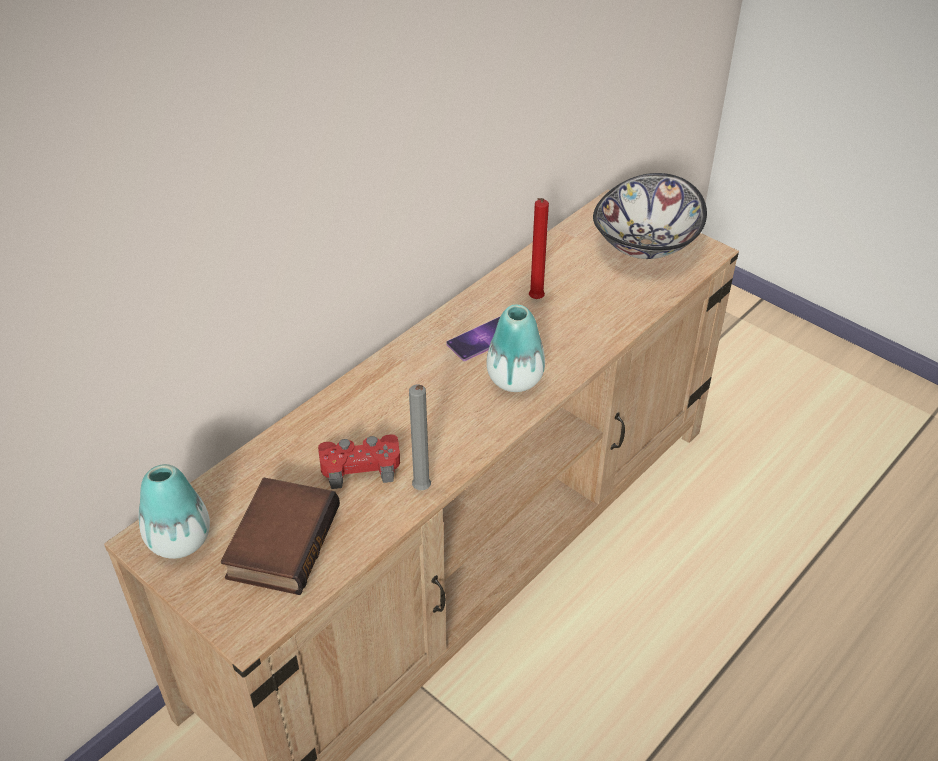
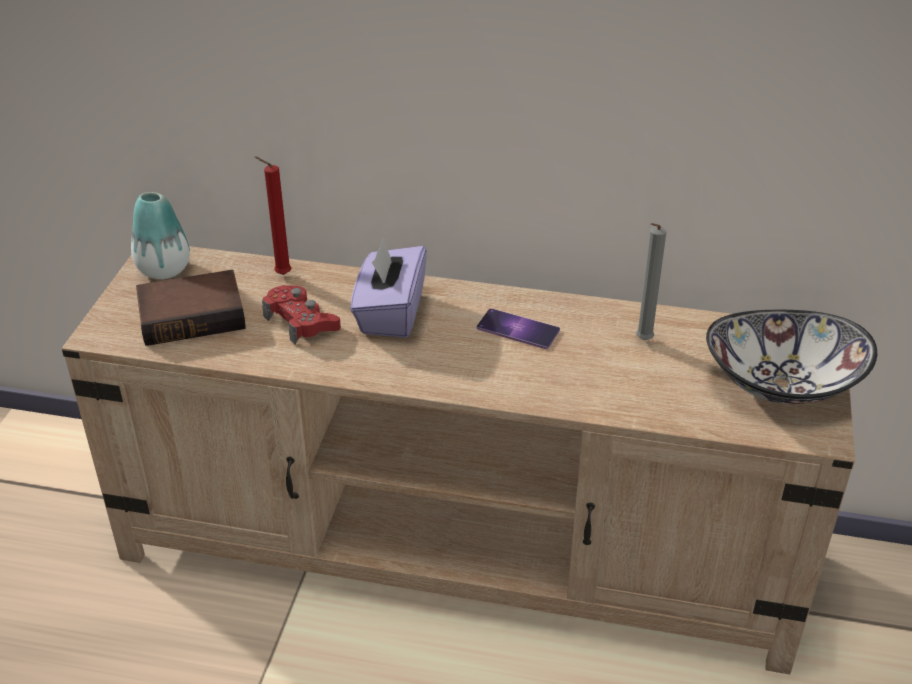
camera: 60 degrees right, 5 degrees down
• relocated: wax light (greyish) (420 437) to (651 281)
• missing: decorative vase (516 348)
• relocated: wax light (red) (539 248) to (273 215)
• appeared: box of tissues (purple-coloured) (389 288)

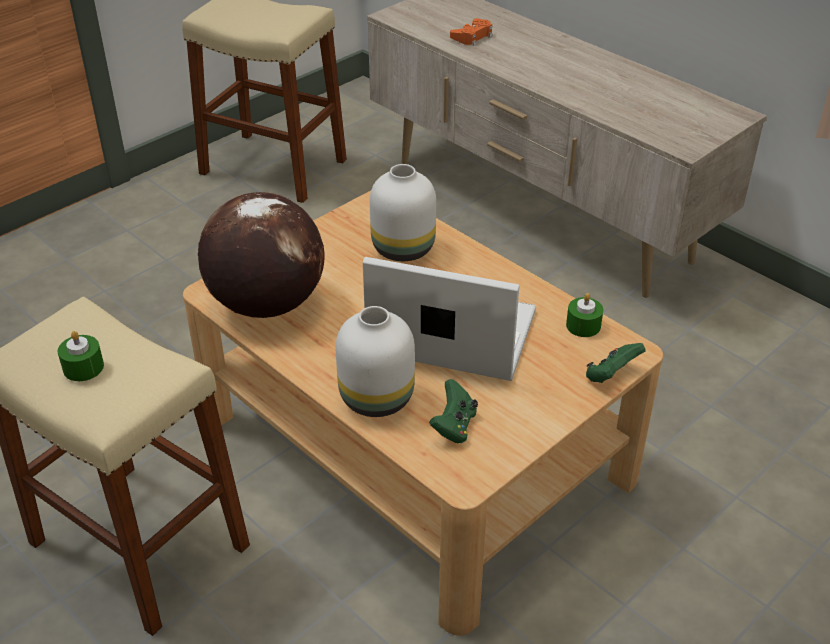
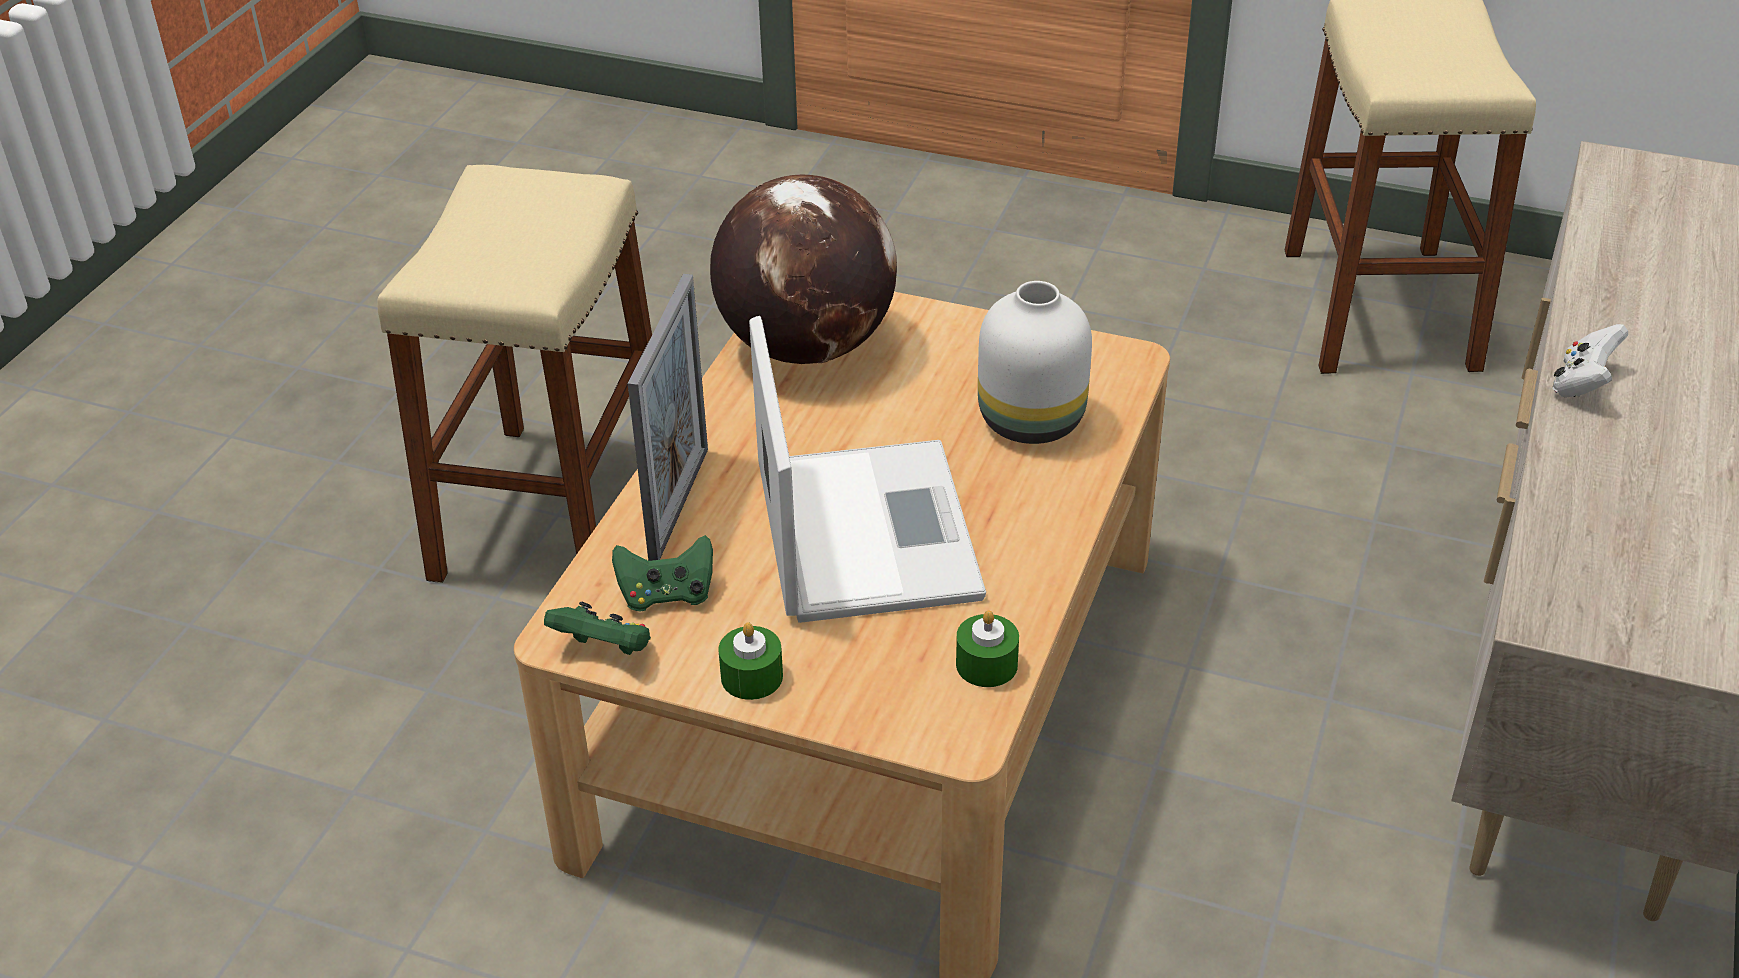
camera: 65 degrees right, 0 degrees up
• relocated: wax light (greenish) (81 356) to (750 661)
• exchanged: decorative vase (white) (375 361) to standing frame (668 417)
• missing: joypad (orange-coloured) (471 32)
• relocated: joypad (greenish) (615 363) to (597 628)
• appeared: joypad (white) (1590 361)

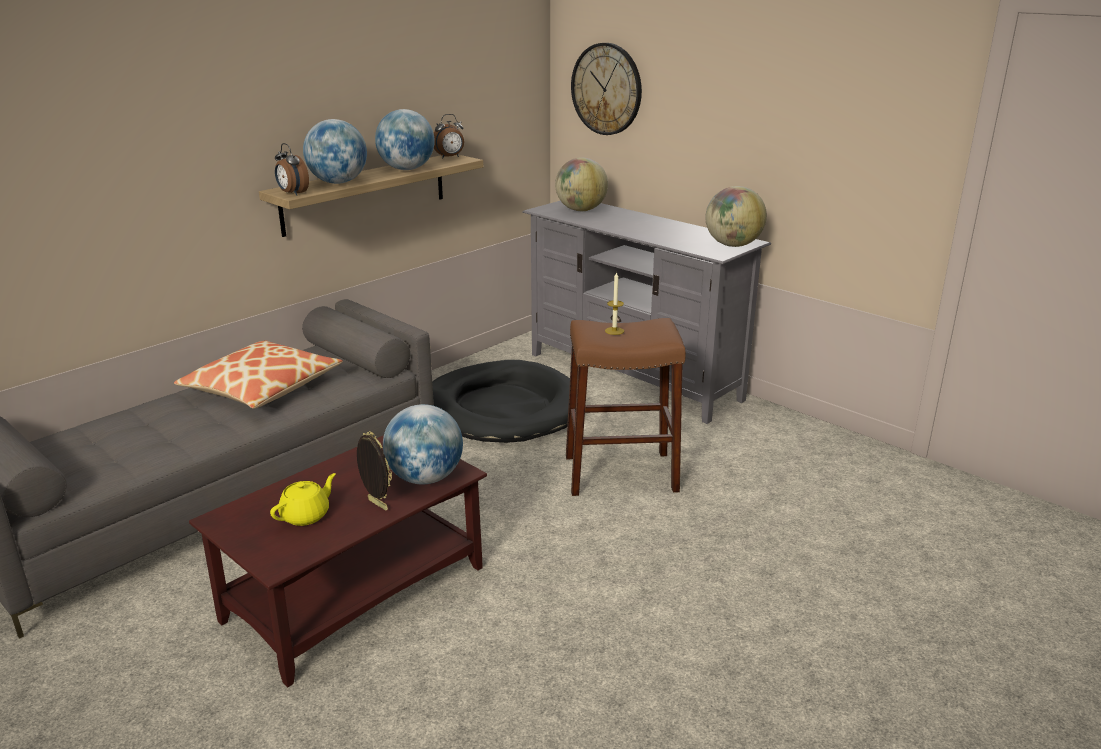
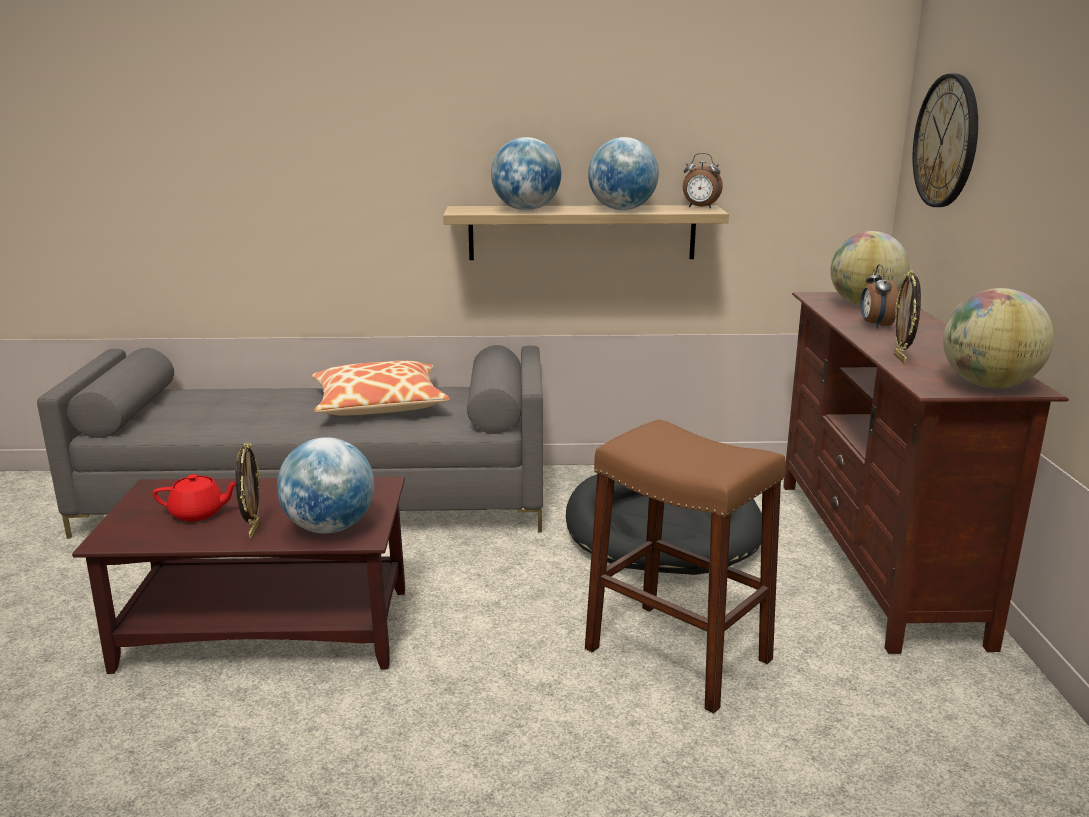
camera: 45 degrees right, 5 degrees down
• colour: pot for tea (yellow-coloured) (303 499) to pot for tea (red) (194 497)
• relocated: bedside clock (292 169) to (879 296)
• colour: tv unit (greyish) (646 312) to tv unit (brown) (926 473)
• missing: wax light (614 303)
• appeared: standing frame (907 317)

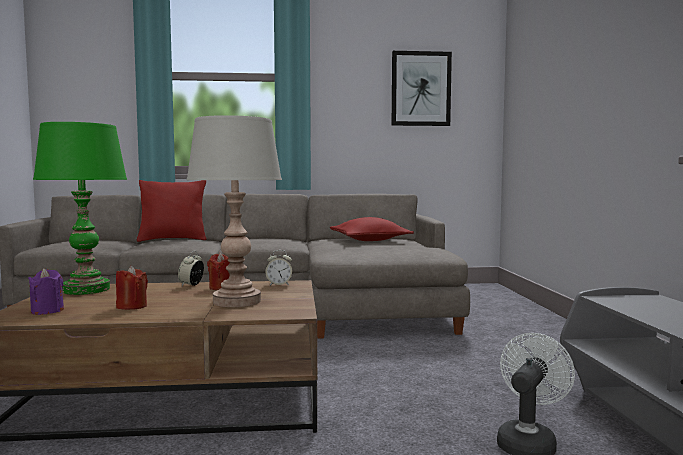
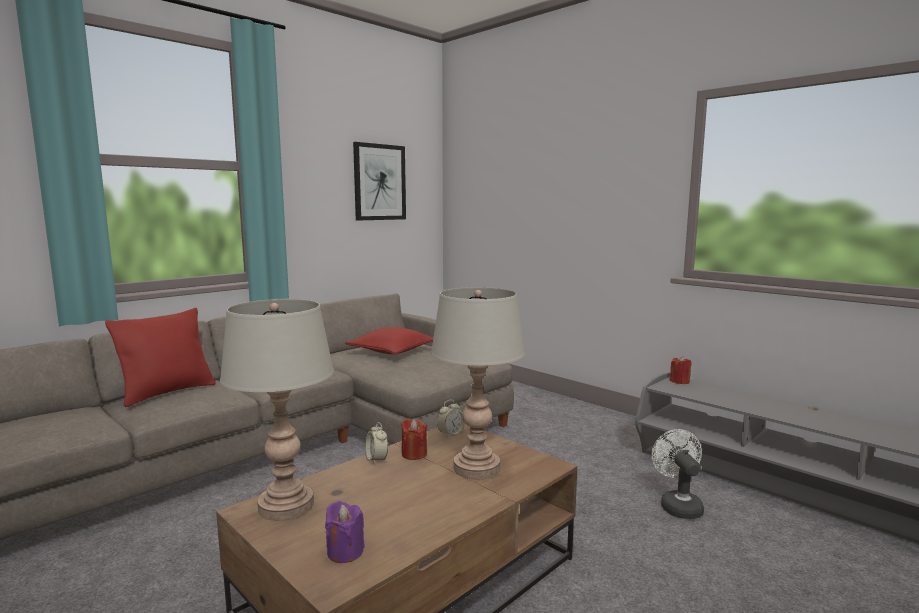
camera: 40 degrees left, 5 degrees up
• colour: lamp for a table (greenish) (80 208) to lamp for a table (greyish) (277 410)
• relocated: wax light (red) (132 288) to (681 370)

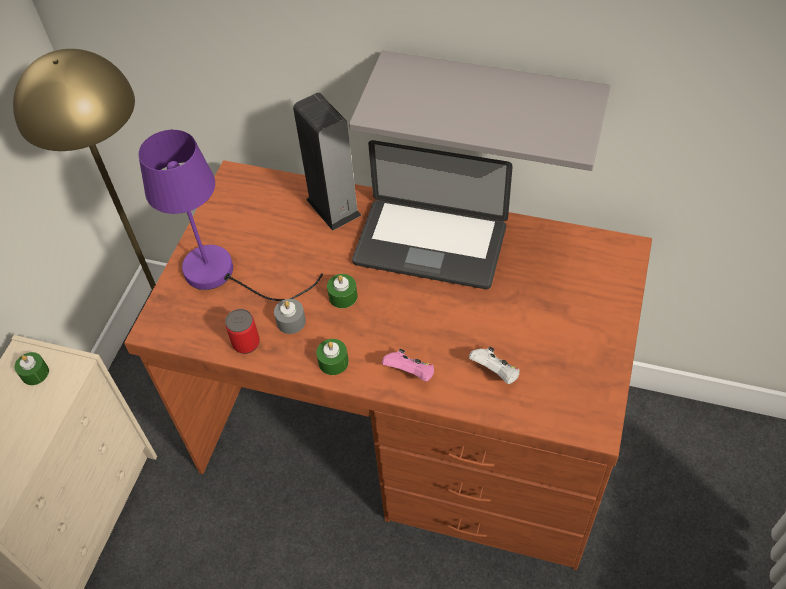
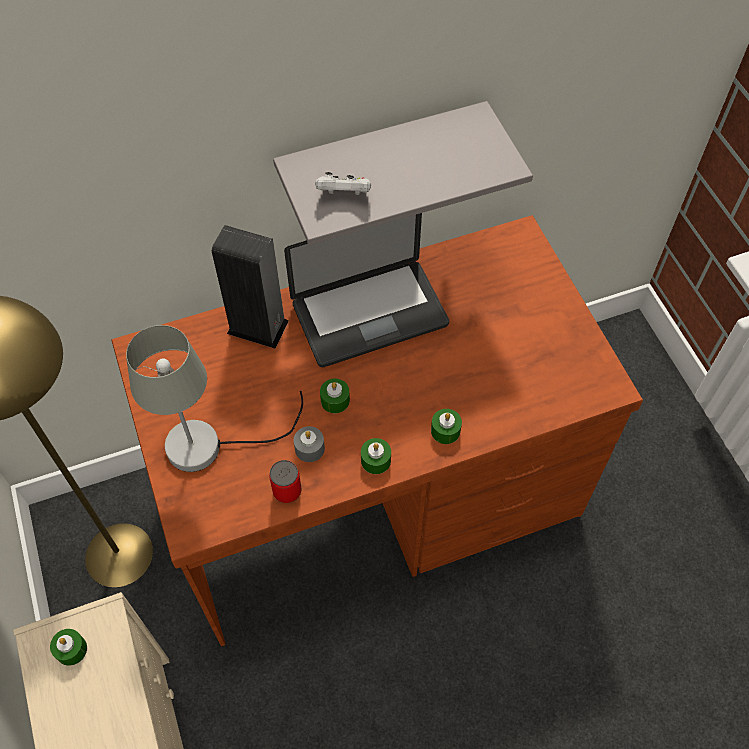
camera: 40 degrees left, 5 degrees up
• colour: lamp for a table (purple-coloured) (231 215) to lamp for a table (greyish) (214 398)
• exchanged: joypad (pink) (408 365) to wax light (greenish) (446 426)
• relocated: joypad (white) (494 365) to (343 183)

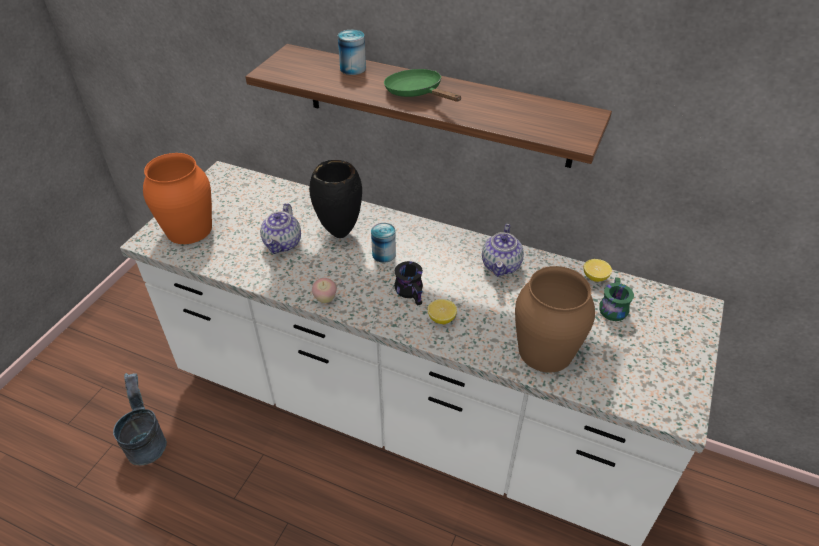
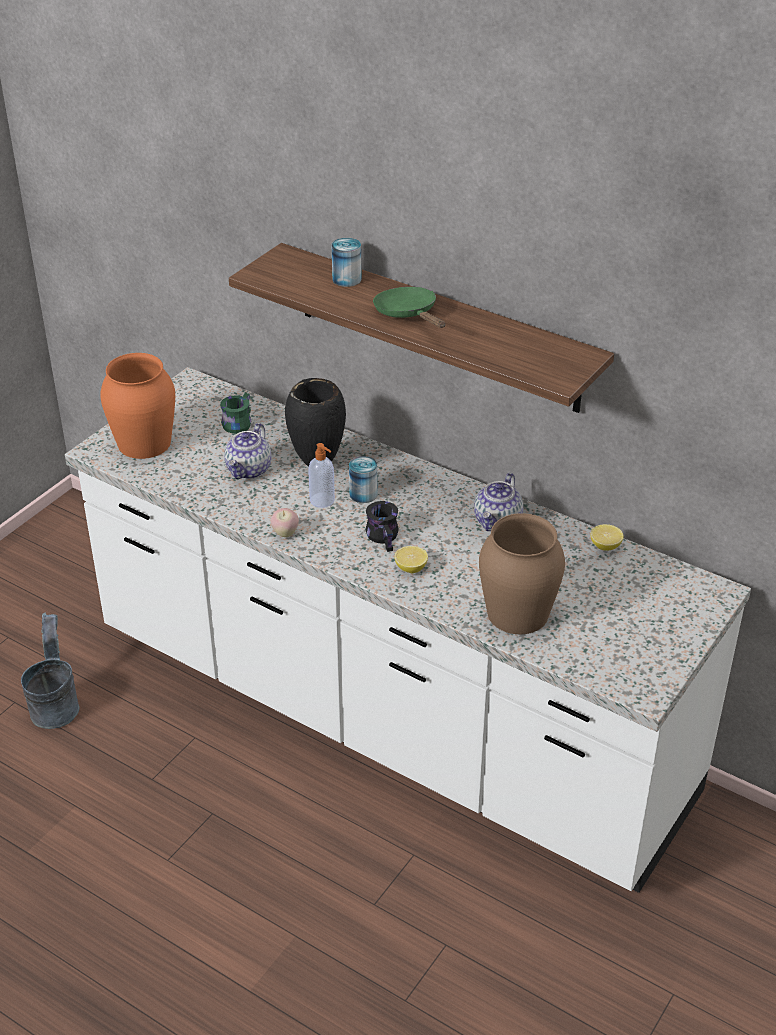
camera: 10 degrees right, 5 degrees down
• relocated: coffee mug (greenish) (616 299) to (235 413)
• appeared: liquid soap bottle (321 475)

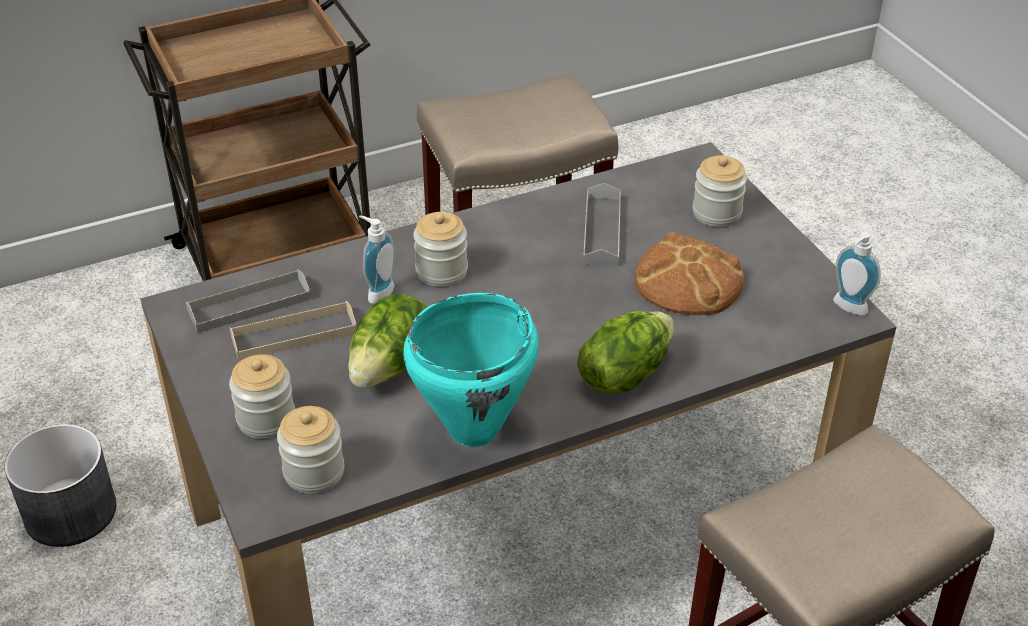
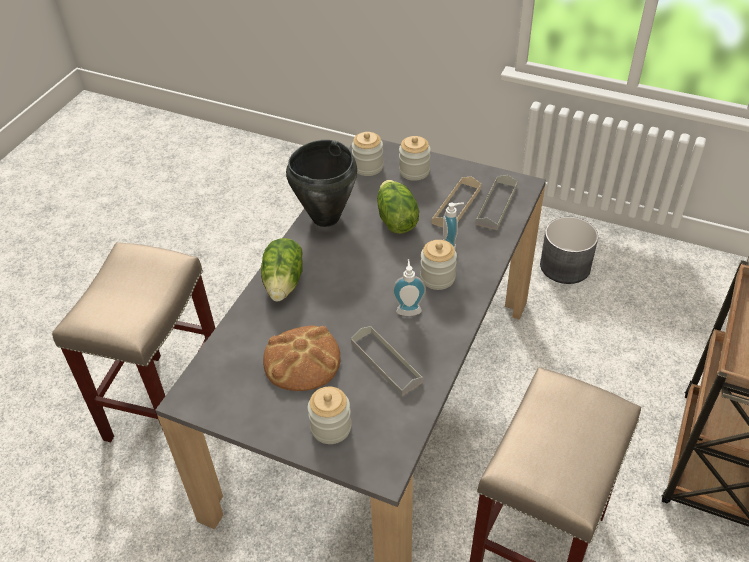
camera: 140 degrees right, 5 degrees up
• colour: cooking pot (turquoise-coloured) (471 370) to cooking pot (black-coloured) (321 183)
• relocated: liquid soap bottle (857 273) to (409 287)

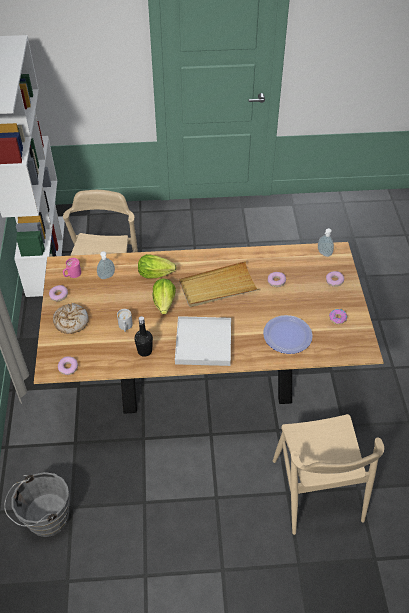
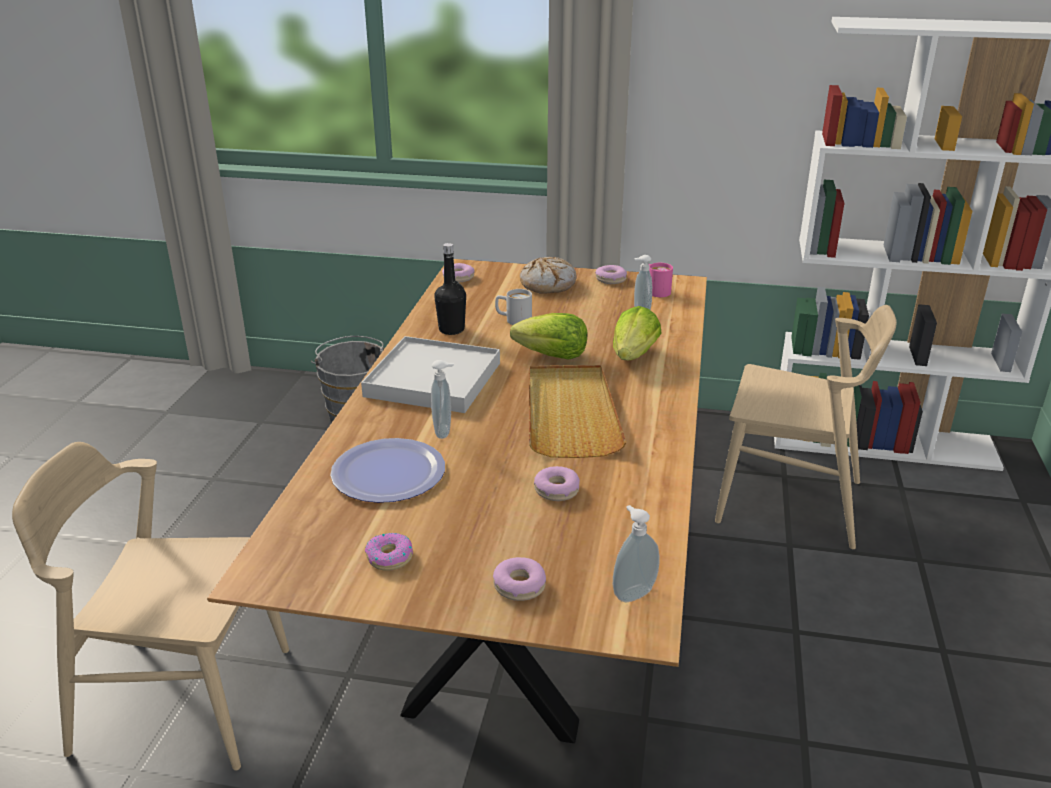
camera: 105 degrees right, 20 degrees down
• appeared: liquid soap bottle (442 399)

